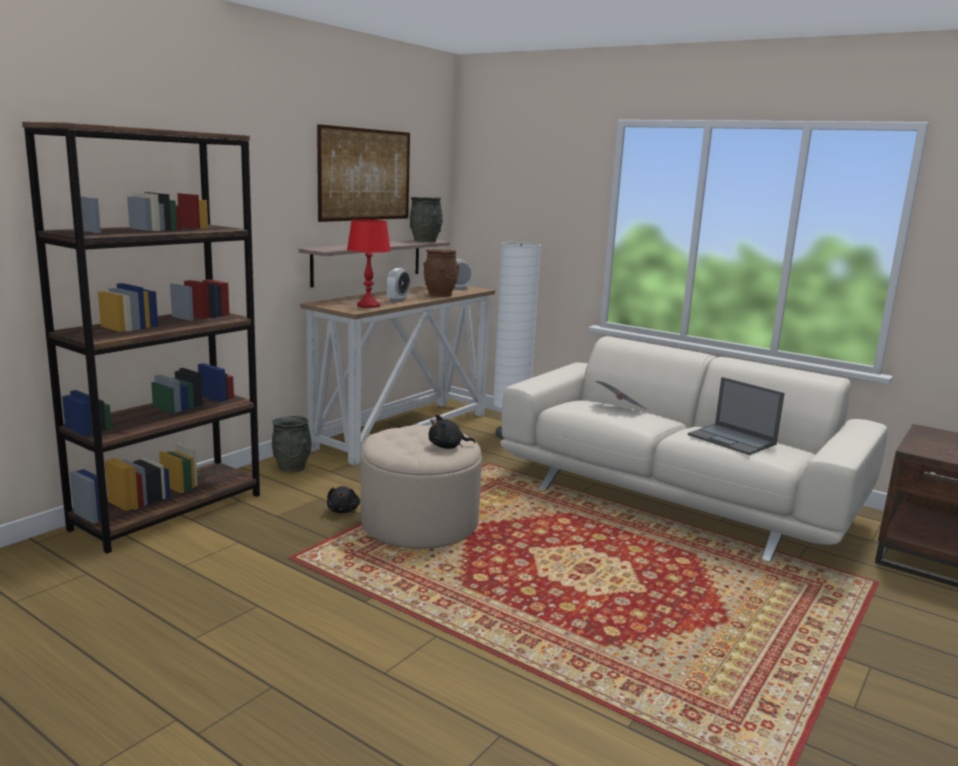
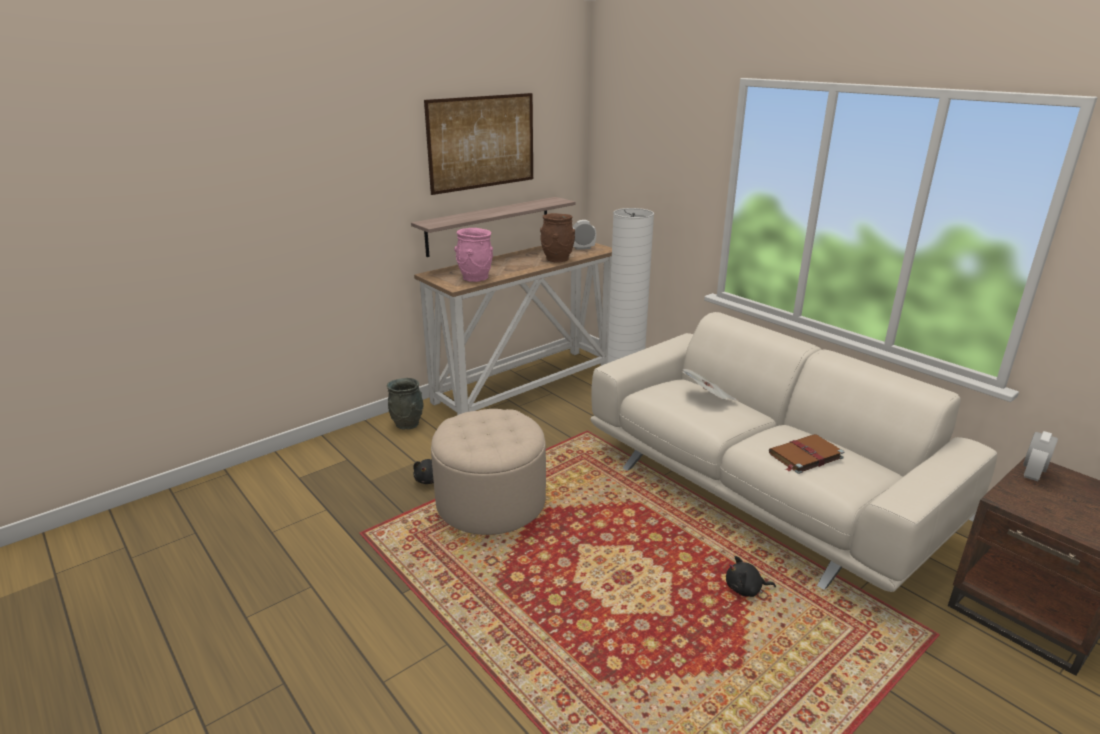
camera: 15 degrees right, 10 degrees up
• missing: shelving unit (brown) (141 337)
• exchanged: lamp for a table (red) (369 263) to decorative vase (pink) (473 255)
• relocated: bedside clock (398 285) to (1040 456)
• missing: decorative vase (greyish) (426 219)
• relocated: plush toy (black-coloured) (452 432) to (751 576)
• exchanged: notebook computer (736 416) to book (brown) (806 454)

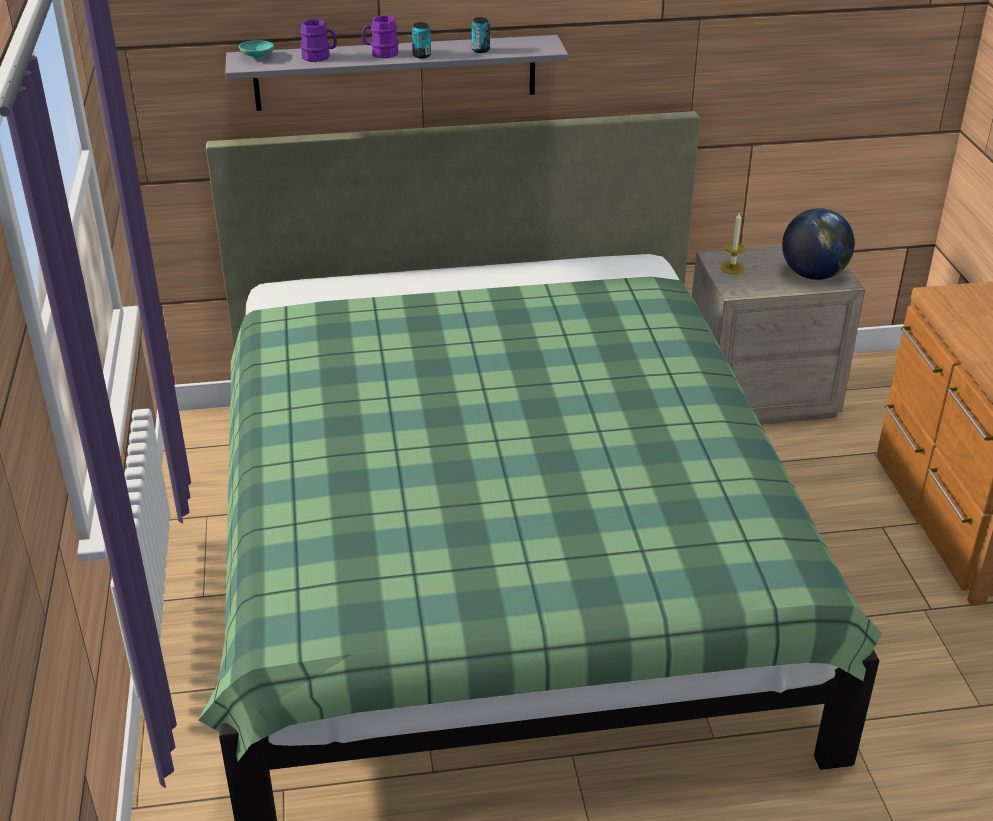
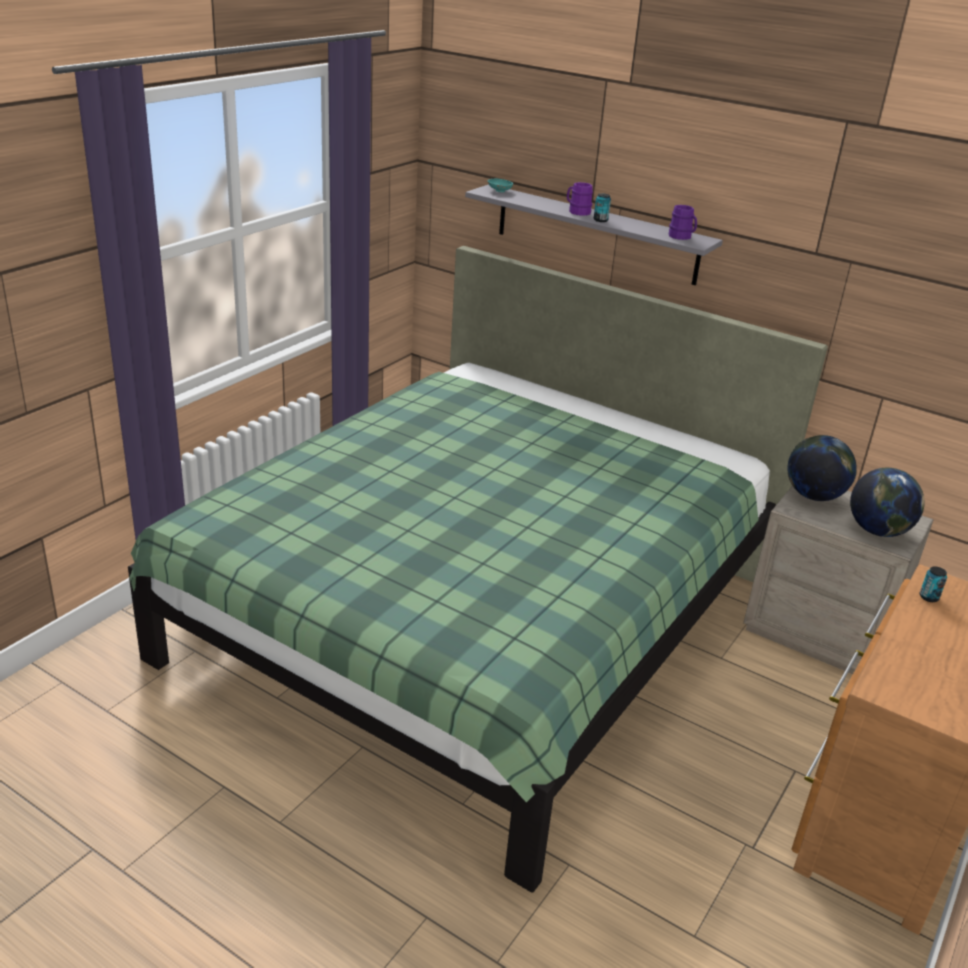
camera: 40 degrees right, 5 degrees down
• relocated: coffee mug (purple-coloured) (318 40) to (683 222)
• relocated: can (480 35) to (933 584)
• exchanged: wax light (733 243) to globe (822 468)

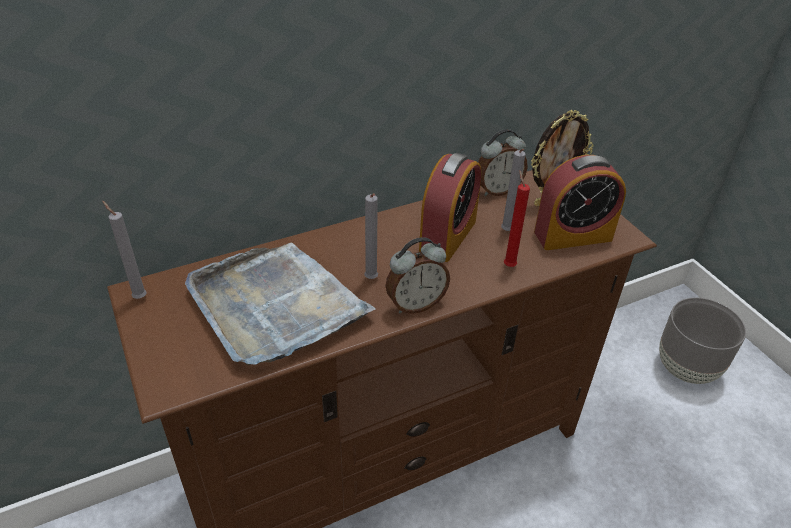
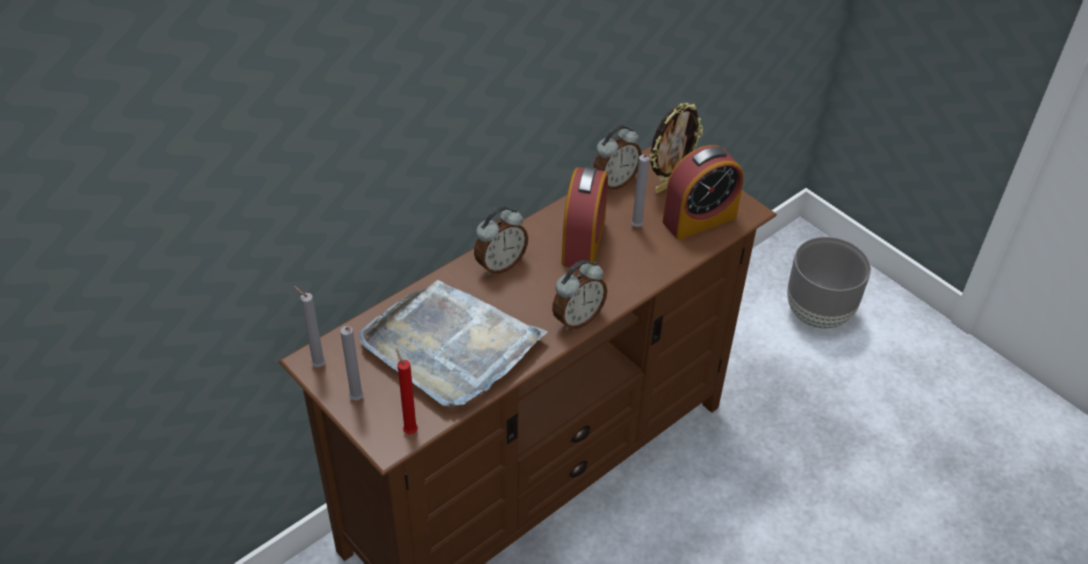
camera: 15 degrees left, 5 degrees up
• relocated: wax light (greyish) (371 236) to (352 363)
• relocated: wax light (red) (517 219) to (407 391)
• appeared: bedside clock (501 240)

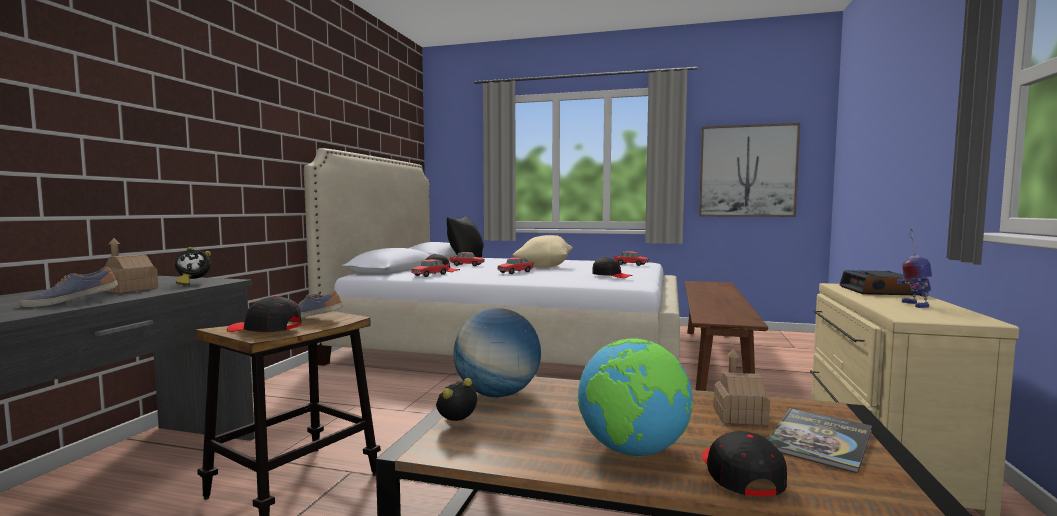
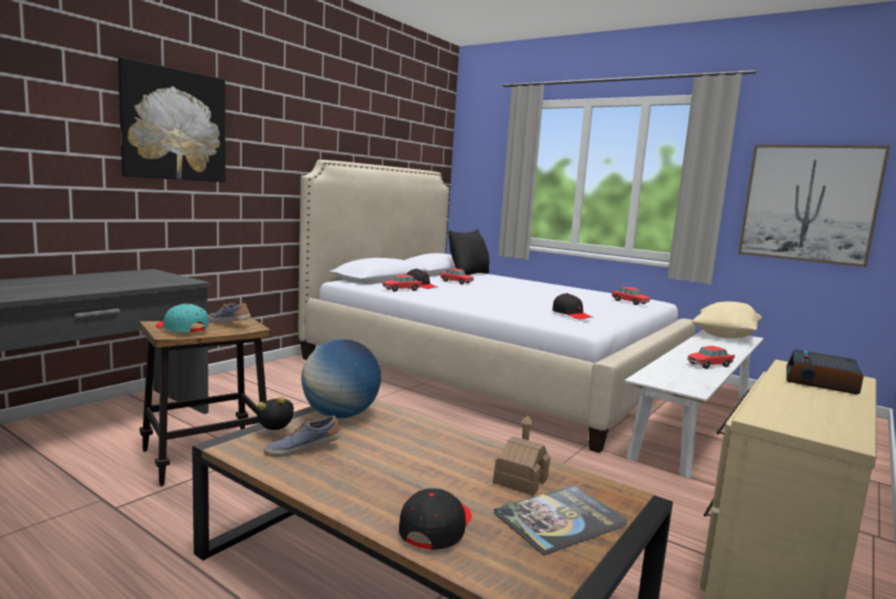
camera: 20 degrees right, 5 degrees up
• relocated: shoe (68 287) to (302 436)
• missing: model house (129 265)
• missing: bedside clock (193 266)
• colour: baseball cap (black-coloured) (264 314) to baseball cap (turquoise-coloured) (182 317)
• relocated: toy car (515 265) to (711 357)
• relocated: cushion (beige) (542 251) to (726 319)
• missing: globe (635 398)
• colour: long seat (brown) (726 336) to long seat (white) (694 404)
• missing: model robot (914 268)
• appeared: wall art (172 119)

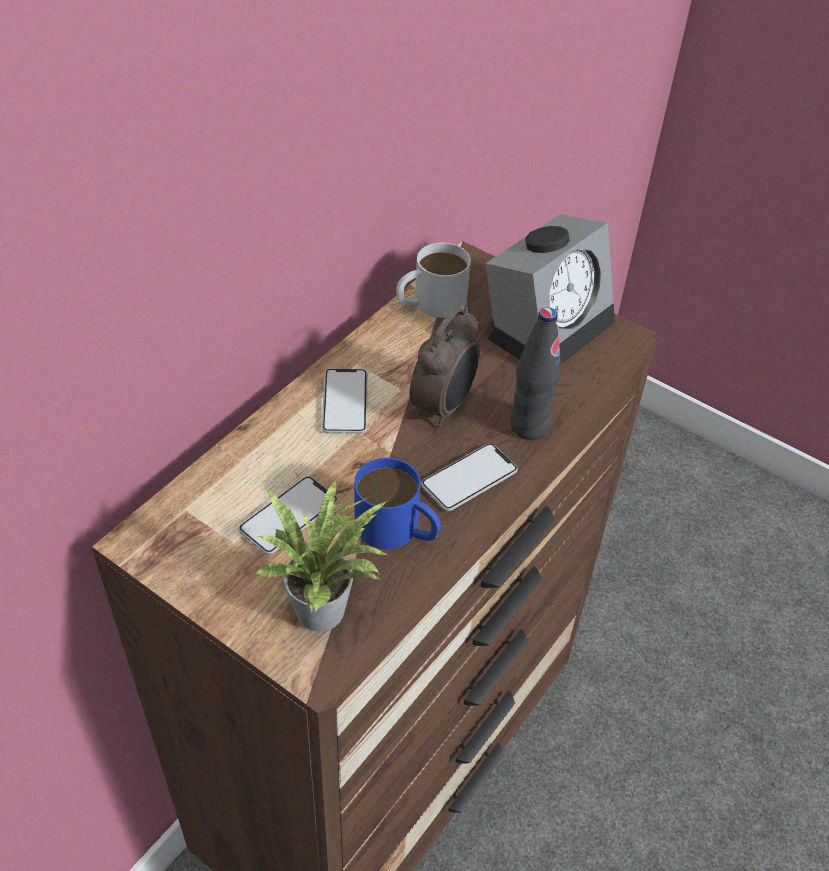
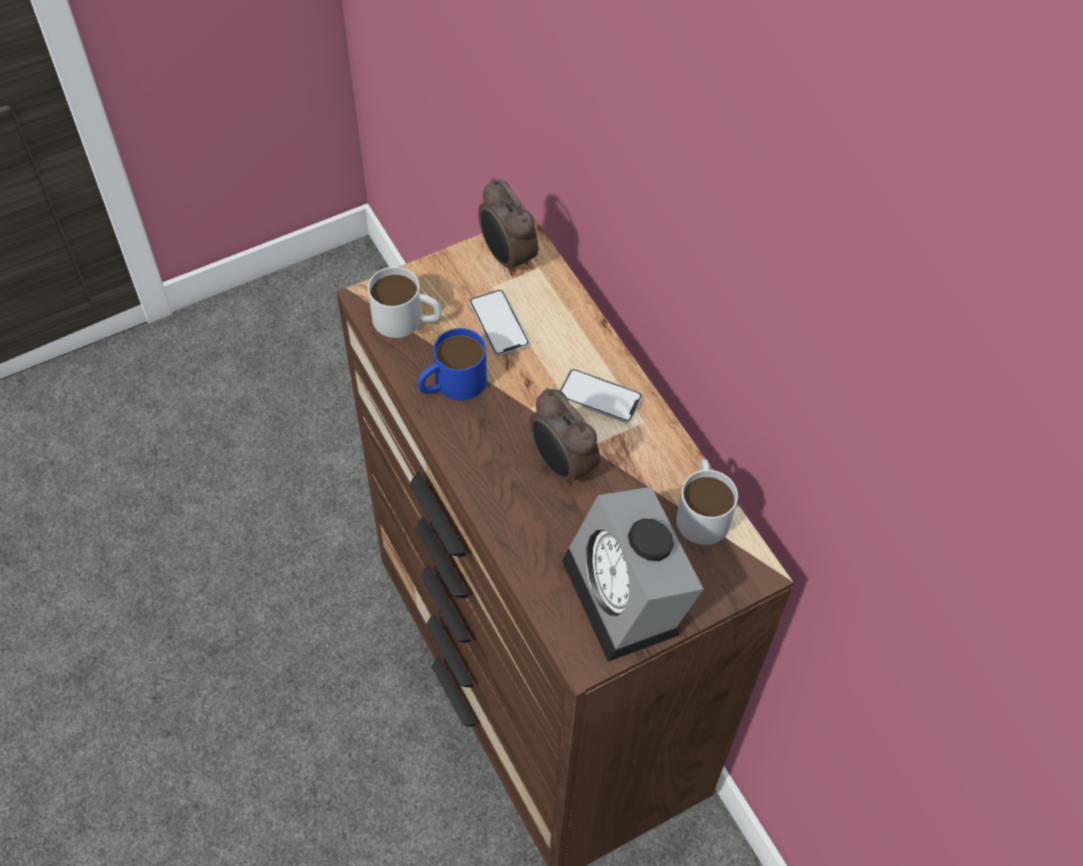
camera: 115 degrees right, 10 degrees up
• exchanged: houseplant (322 555) to coffee mug (white) (405 302)
• missing: telephone (469 477)
• missing: bottle (black-coloured) (535 373)
• appeared: bedside clock (508 226)

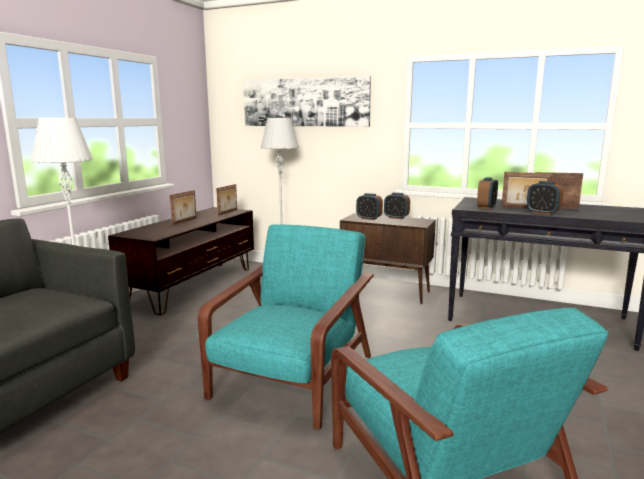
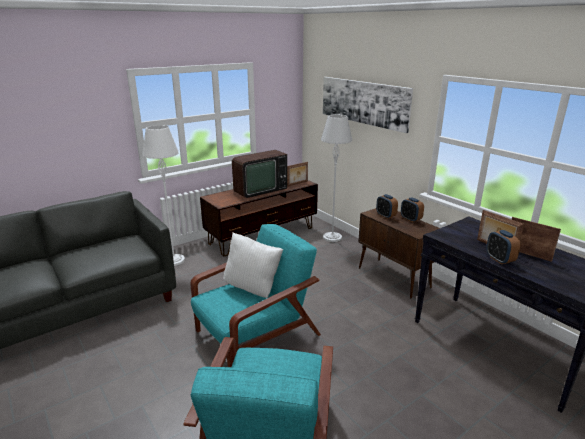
camera: 30 degrees right, 10 degrees up
• exchanged: standing frame (183 207) to television (259 174)
• missing: bedside clock (487 193)
• appeared: cushion (white) (253 265)

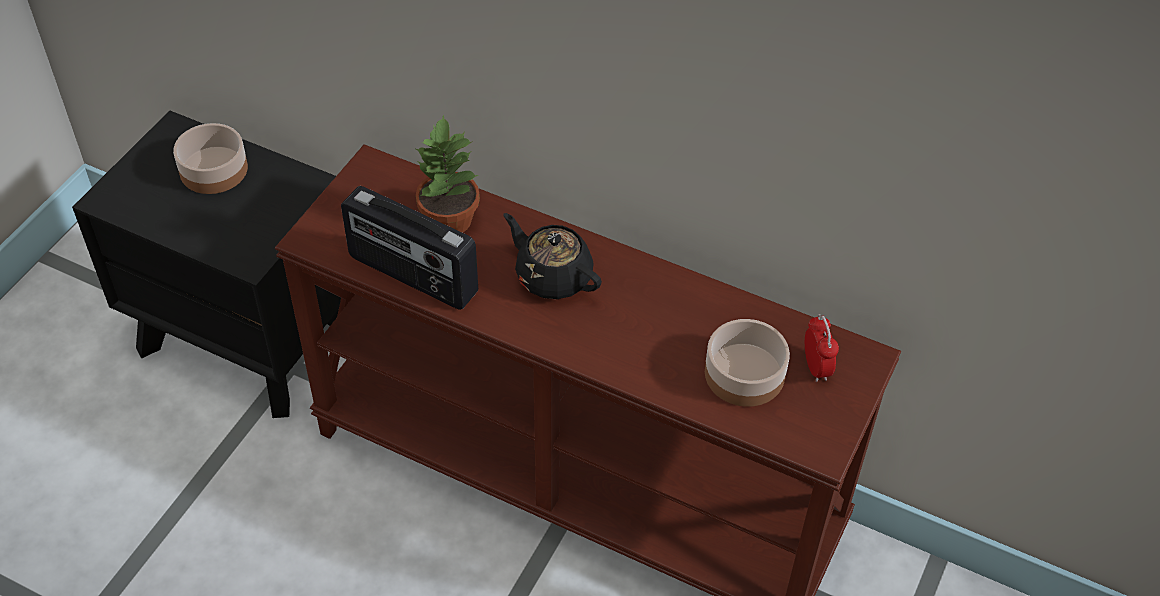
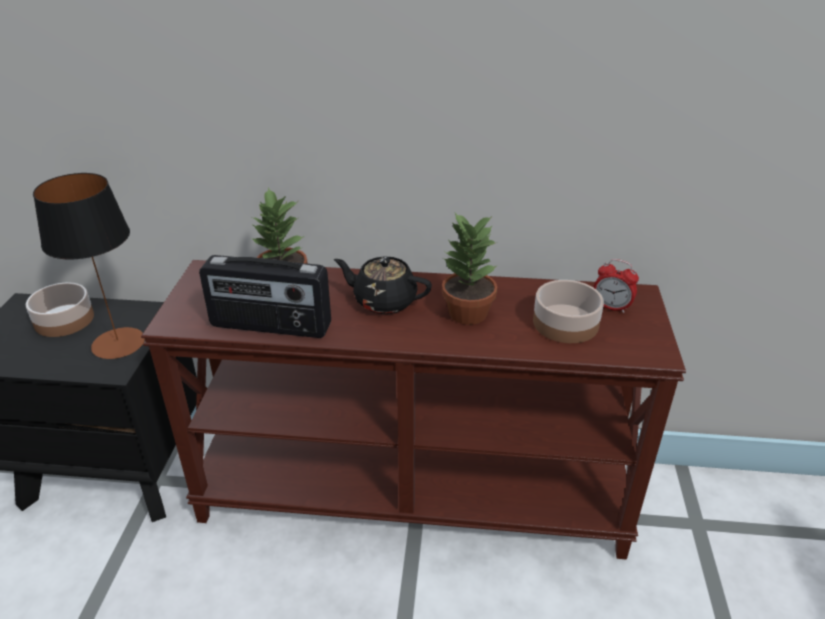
camera: 20 degrees left, 15 degrees down
• spun: bedside clock (822 348) = (616 286) 150 degrees clockwise
• appeared: lamp for a table (89 266)
• appeared: houseplant (470 269)

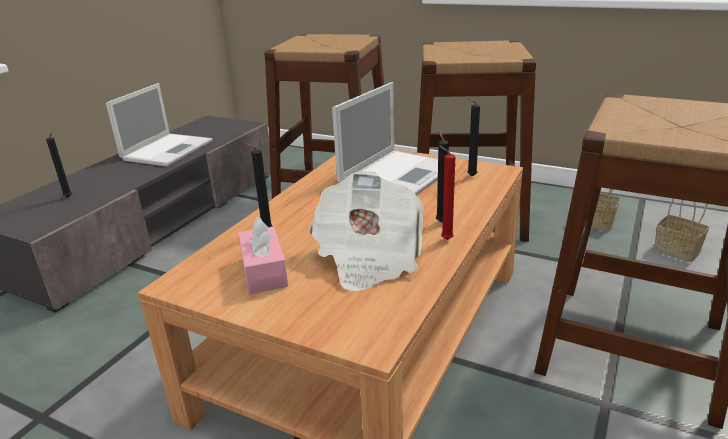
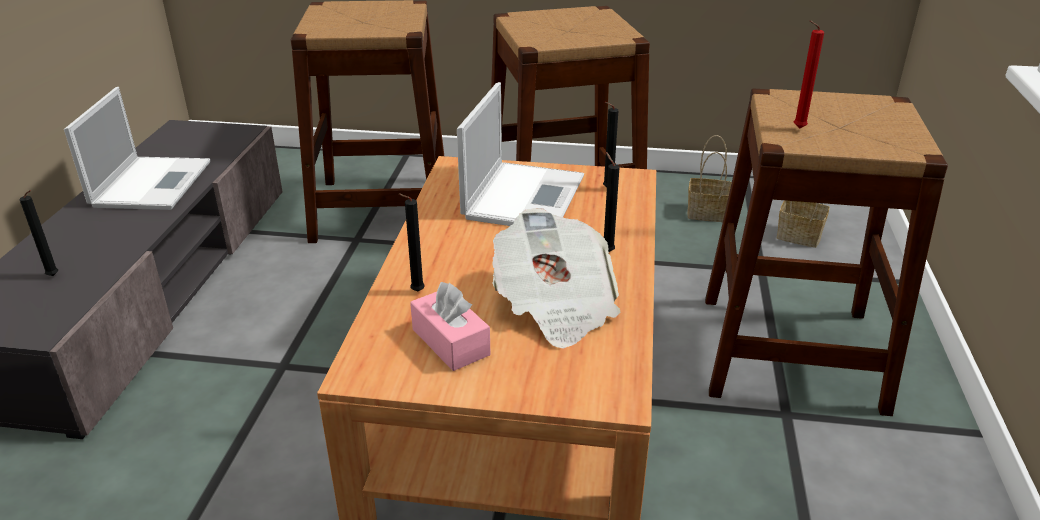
camera: 20 degrees left, 5 degrees up
• relocated: wax light (red) (447 192) to (809 74)

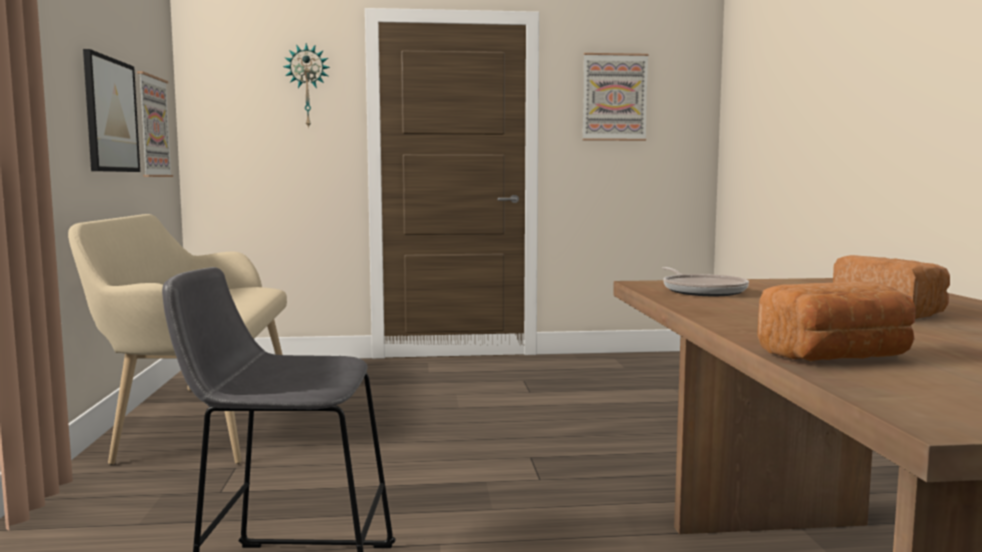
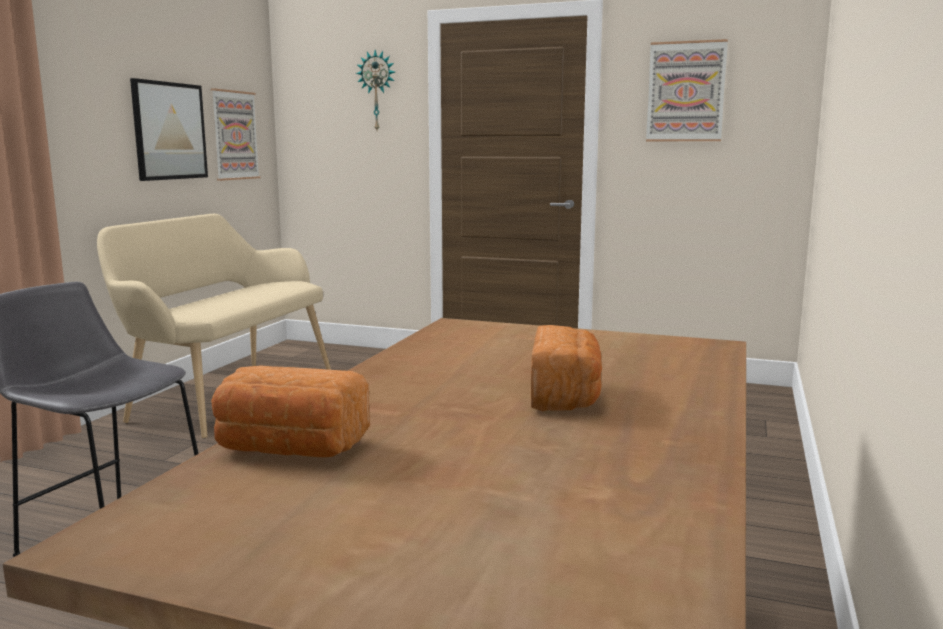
camera: 25 degrees right, 5 degrees up
• missing: pan (705 281)

